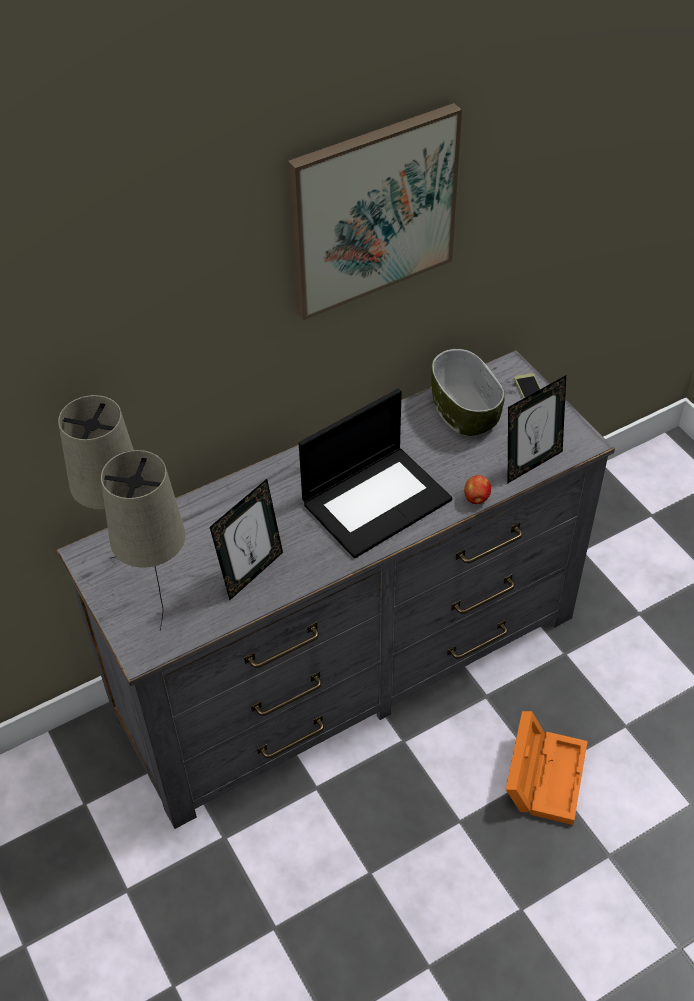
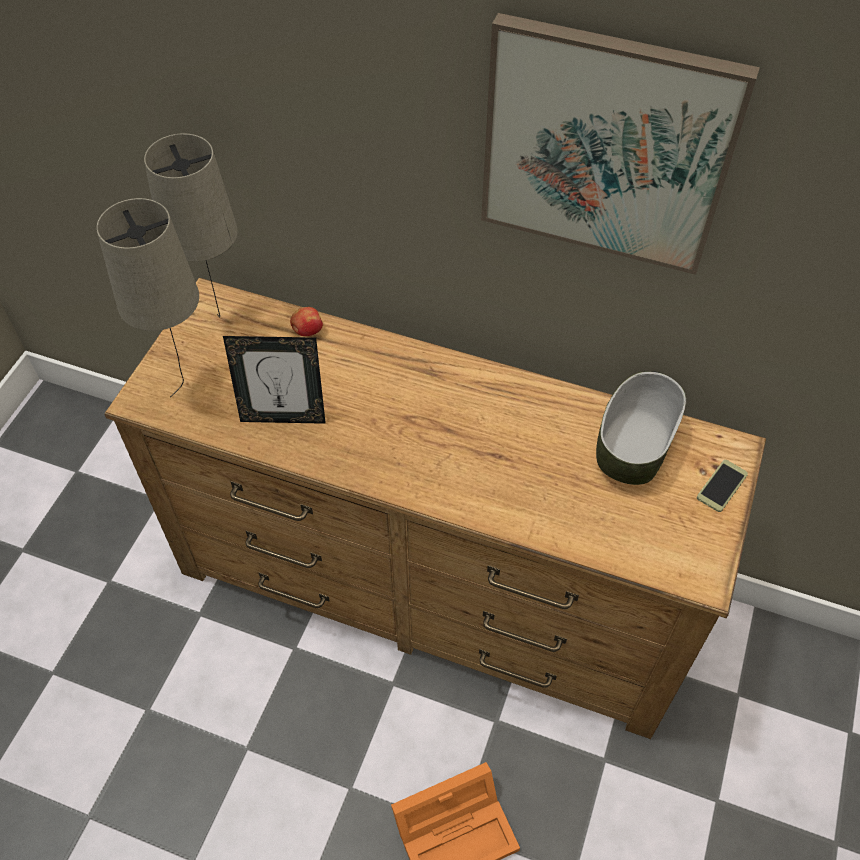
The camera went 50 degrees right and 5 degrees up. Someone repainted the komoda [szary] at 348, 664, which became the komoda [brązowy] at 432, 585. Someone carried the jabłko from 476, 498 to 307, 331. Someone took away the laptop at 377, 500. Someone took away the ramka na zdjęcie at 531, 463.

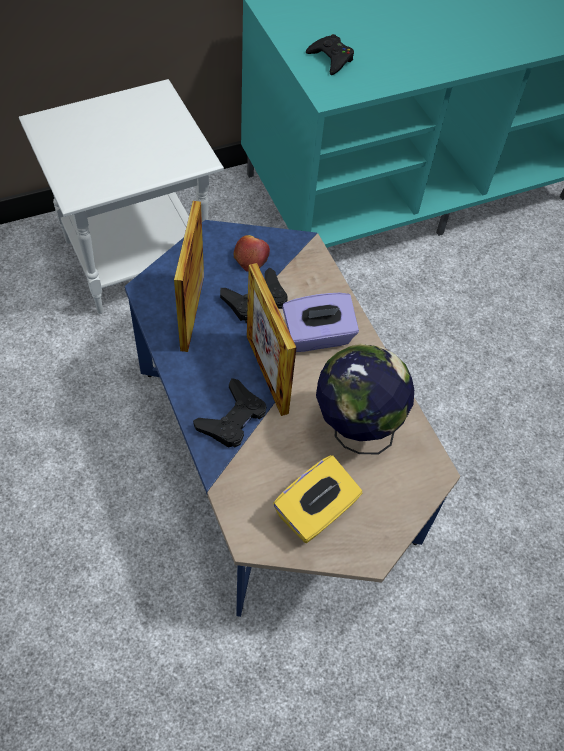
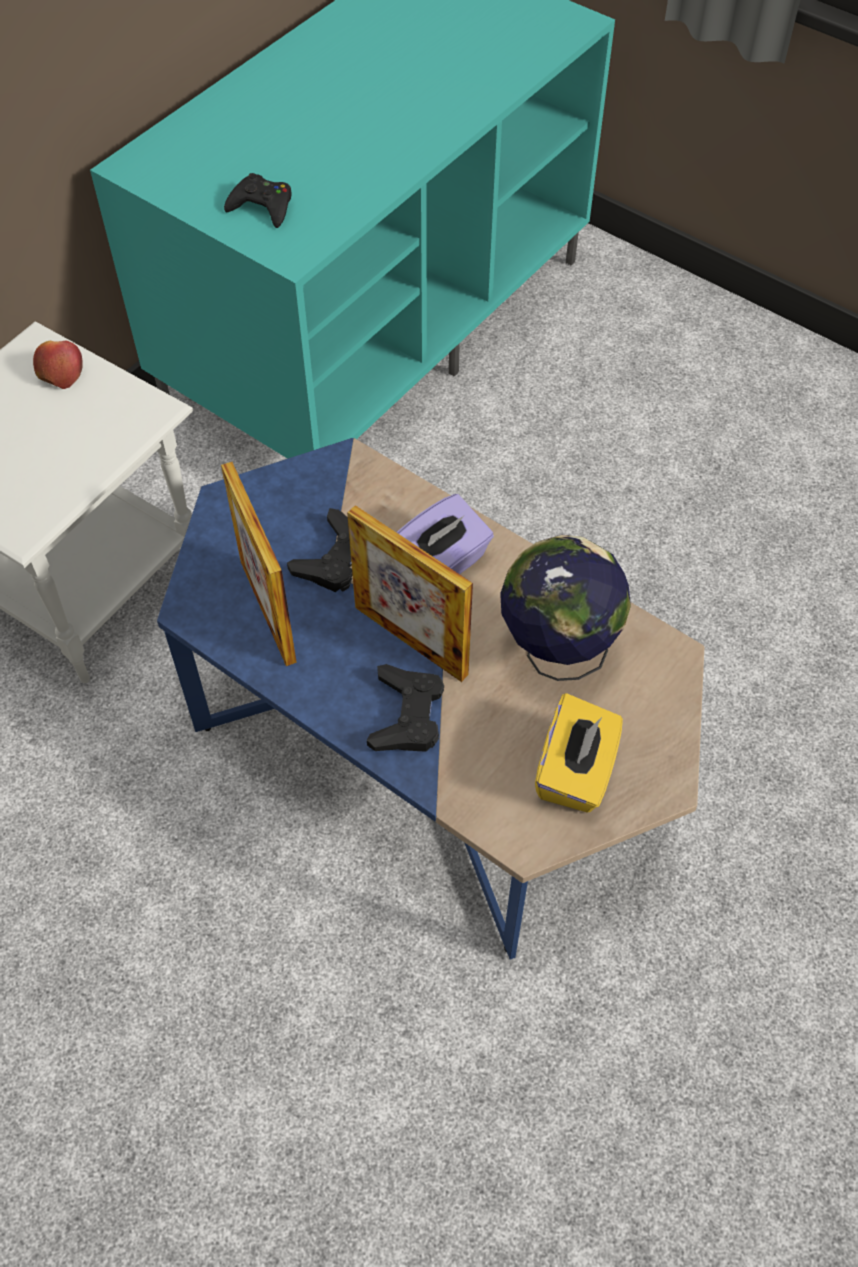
The camera went 25 degrees left and 0 degrees up. Someone carried the jabłko from 251, 257 to 60, 371.

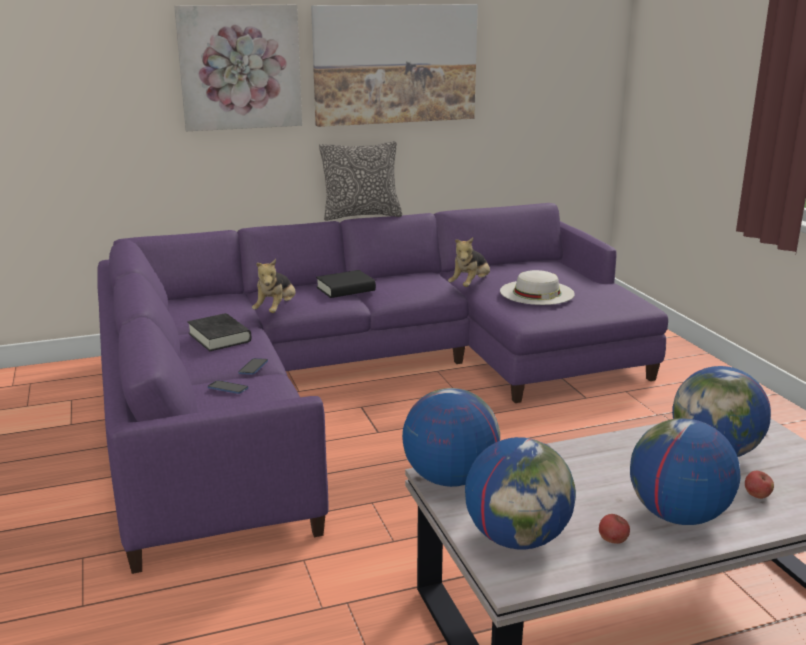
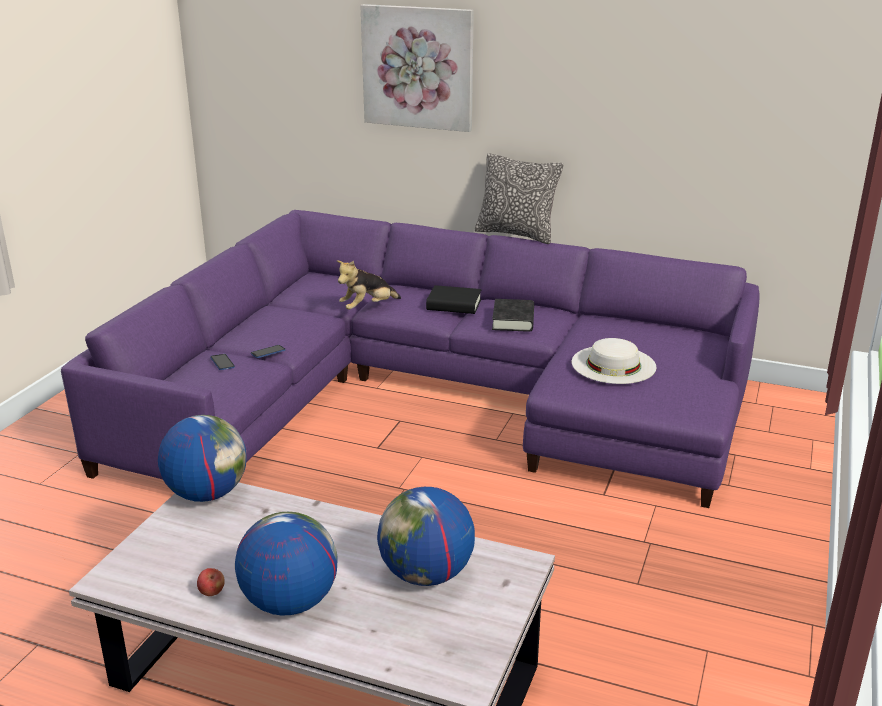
The camera went 40 degrees right and 5 degrees up. Someone carried the książka [czarny] from 219, 337 to 513, 320. Someone took away the obraz at 395, 64. Someone took away the pluszak at 470, 285. Someone took away the globus at 517, 538. Someone took away the jabłko at 757, 496.

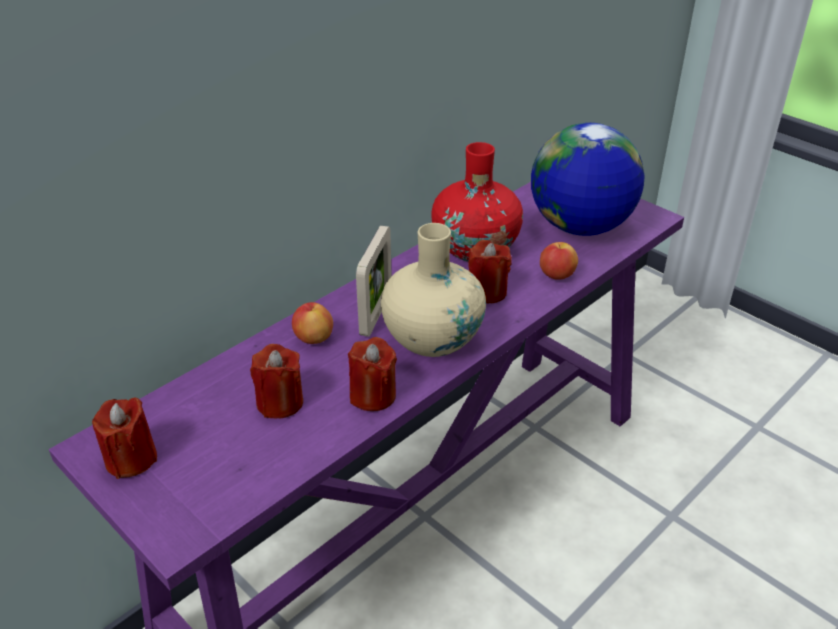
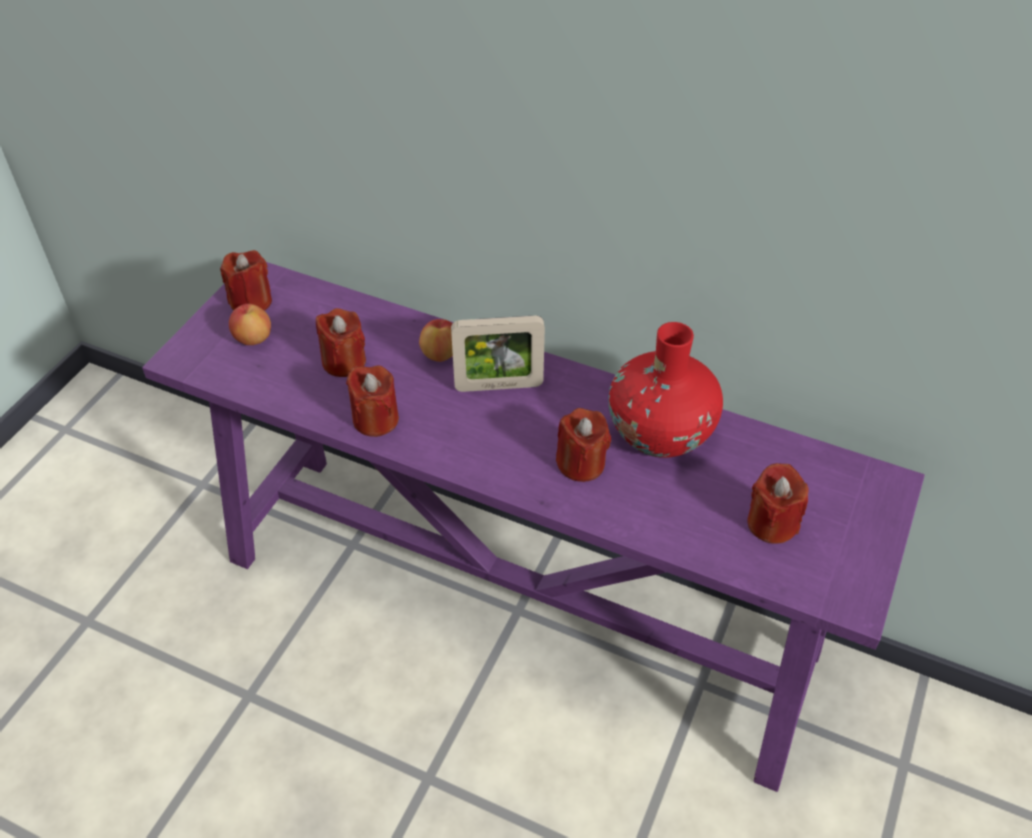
The camera went 70 degrees right and 10 degrees up. Someone carried the jabłko from 556, 275 to 253, 338. Someone swapped the globus at 580, 227 for the świeca [czerwony] at 771, 523. Someone took away the wazon [beżowy] at 432, 339.

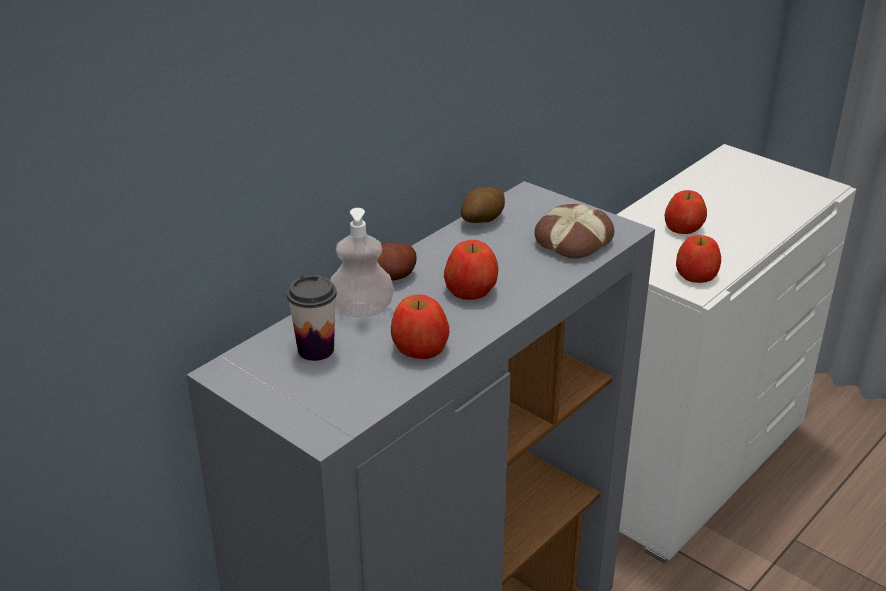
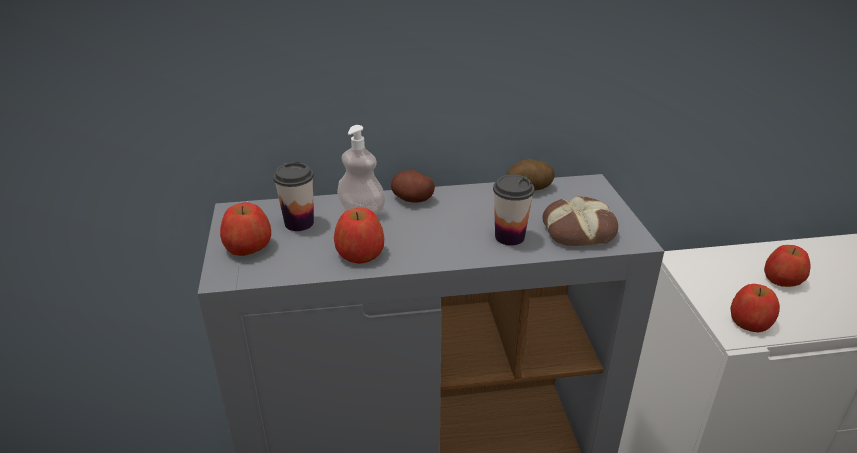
The camera went 40 degrees right and 0 degrees up. Someone carried the jabłko from 471, 290 to 248, 247. Someone put down the filiżanka at 509, 237.

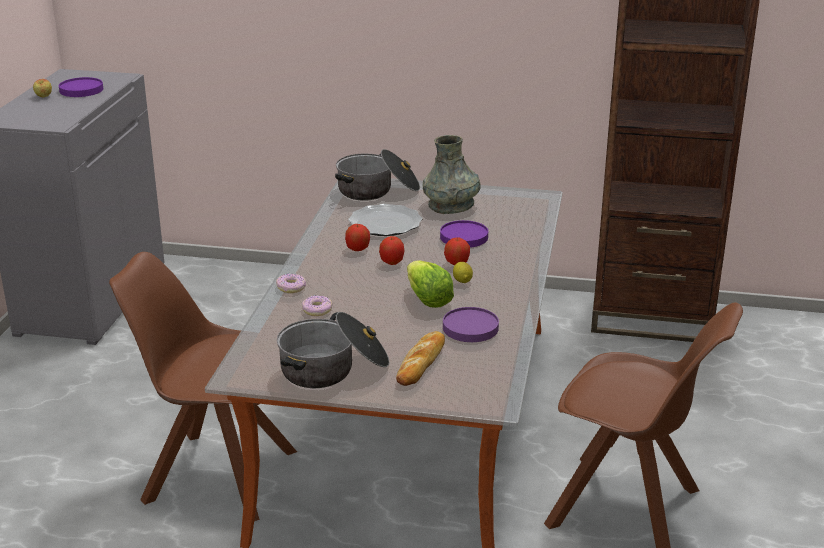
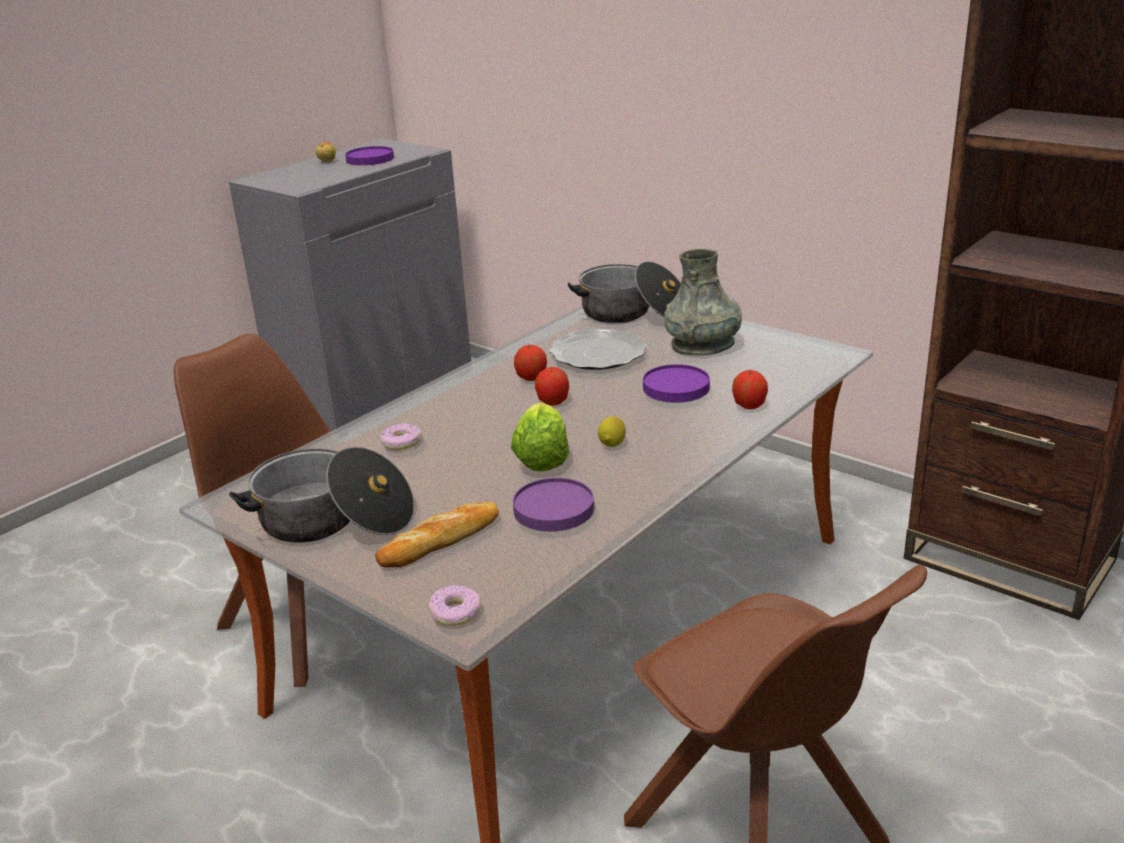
The camera went 30 degrees right and 0 degrees up. Someone carried the donut from 291, 287 to 455, 612. Someone carried the jabłko from 457, 263 to 749, 406.

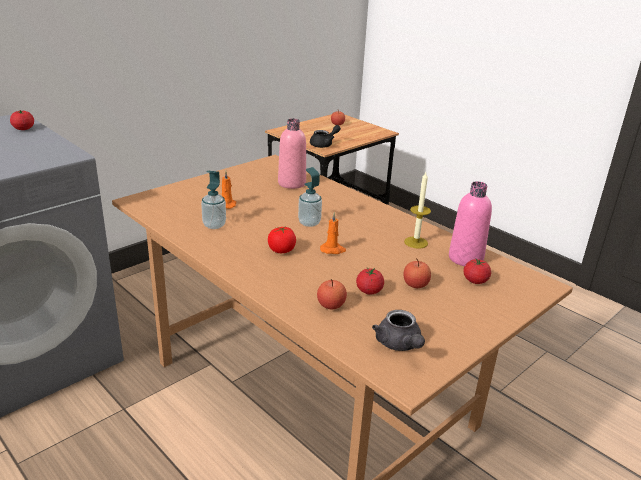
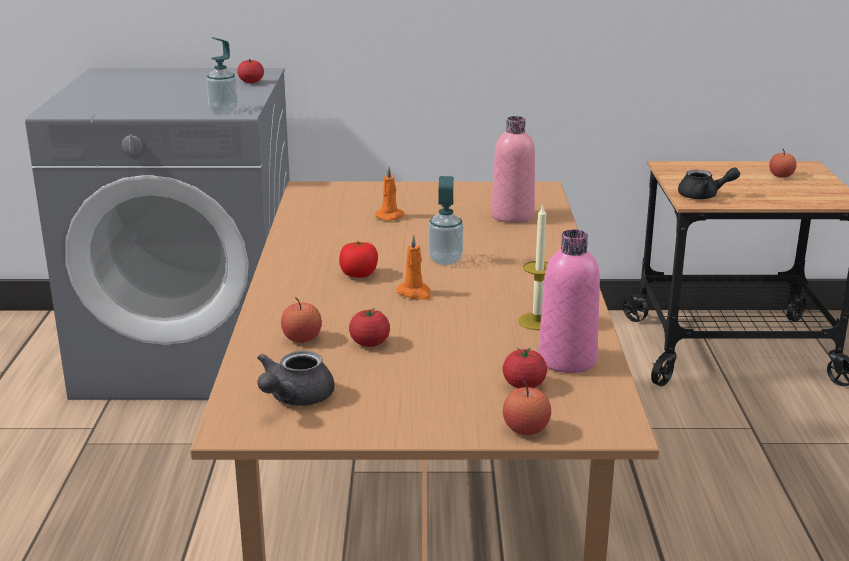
The camera went 45 degrees right and 5 degrees down. Someone carried the dozownik mydła from 214, 225 to 223, 110. Someone carried the jabłko from 415, 285 to 526, 429.

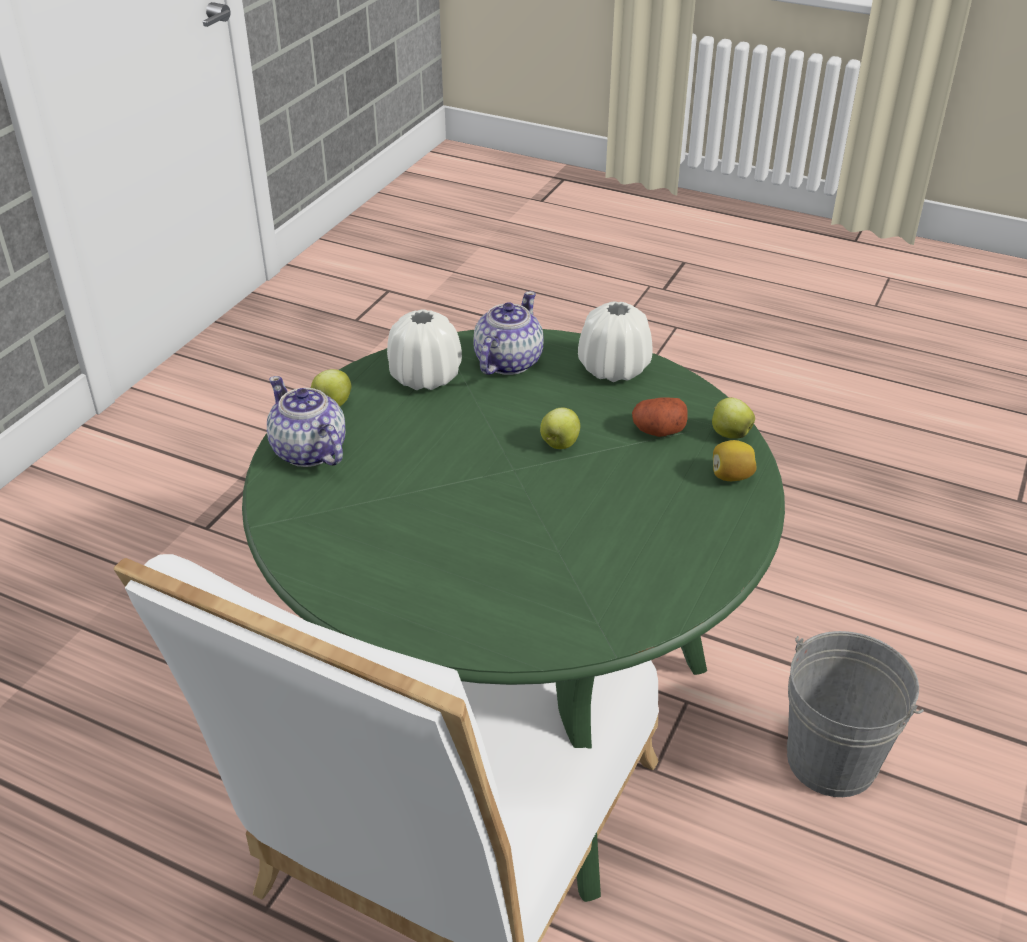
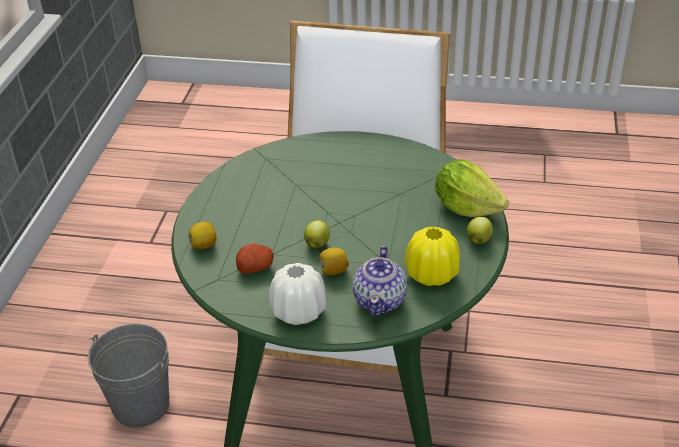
The camera went 165 degrees right and 0 degrees up. Someone put down the cytryna at 333, 271. Someone repainted the wazon [biały] at 425, 377, which became the wazon [żółty] at 431, 274. Someone swapped the imbryk at 309, 452 for the sałata at 467, 207. Someone took away the jabłko at 729, 434.

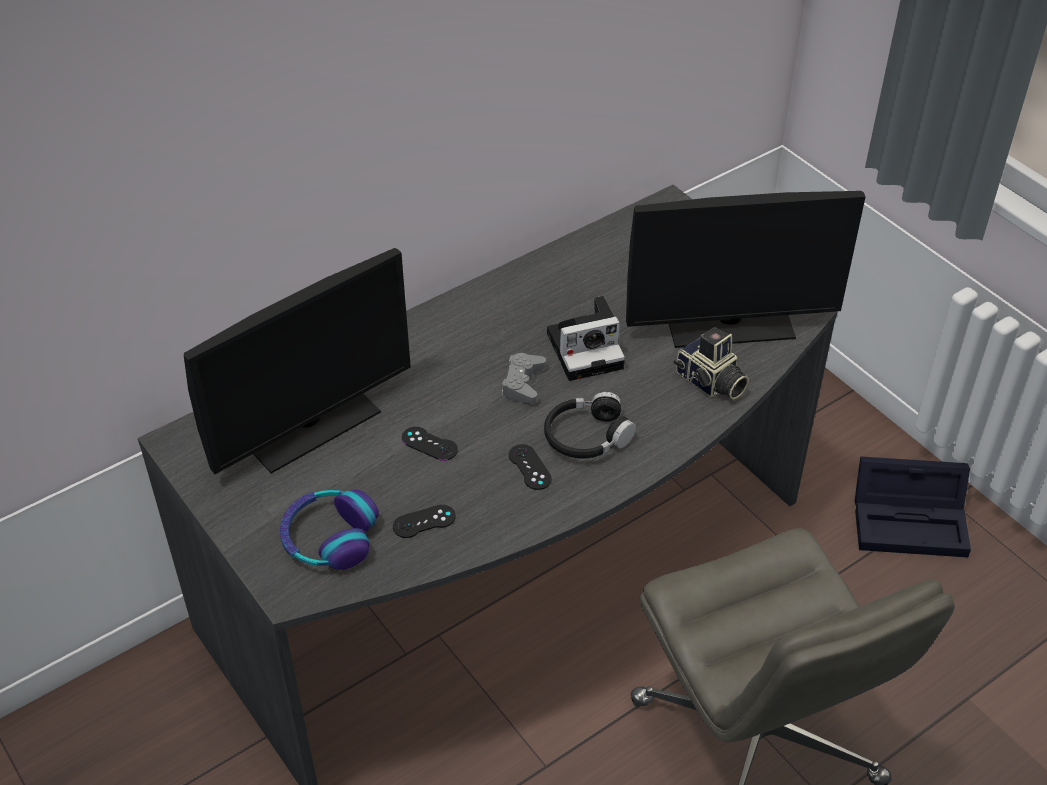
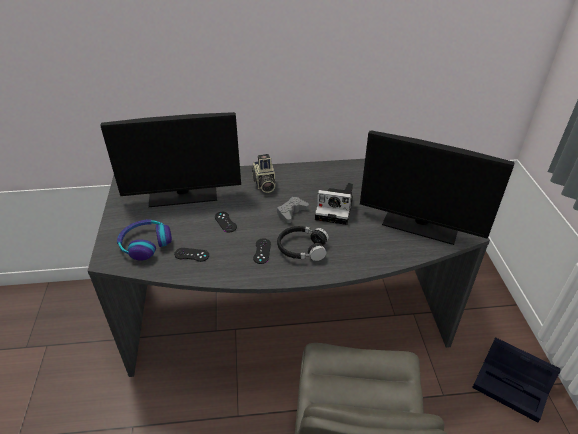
The camera went 30 degrees right and 5 degrees down. Someone carried the aparat fotograficzny from 710, 383 to 264, 183.

